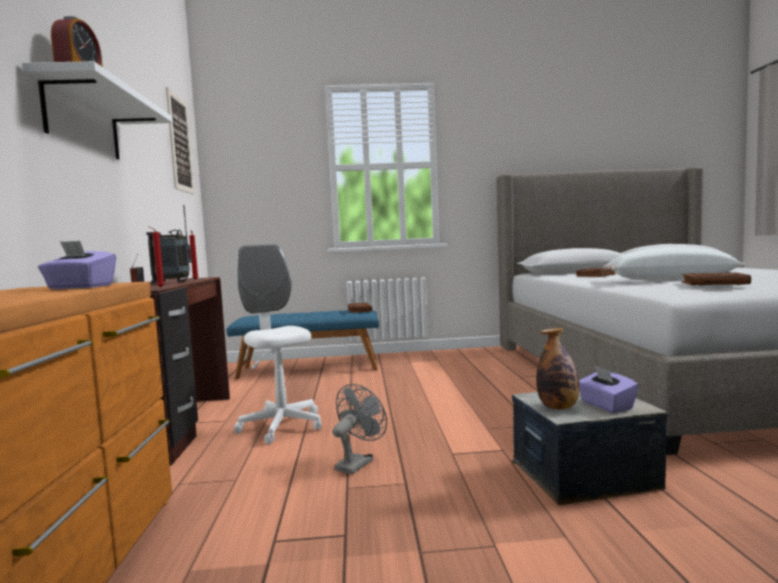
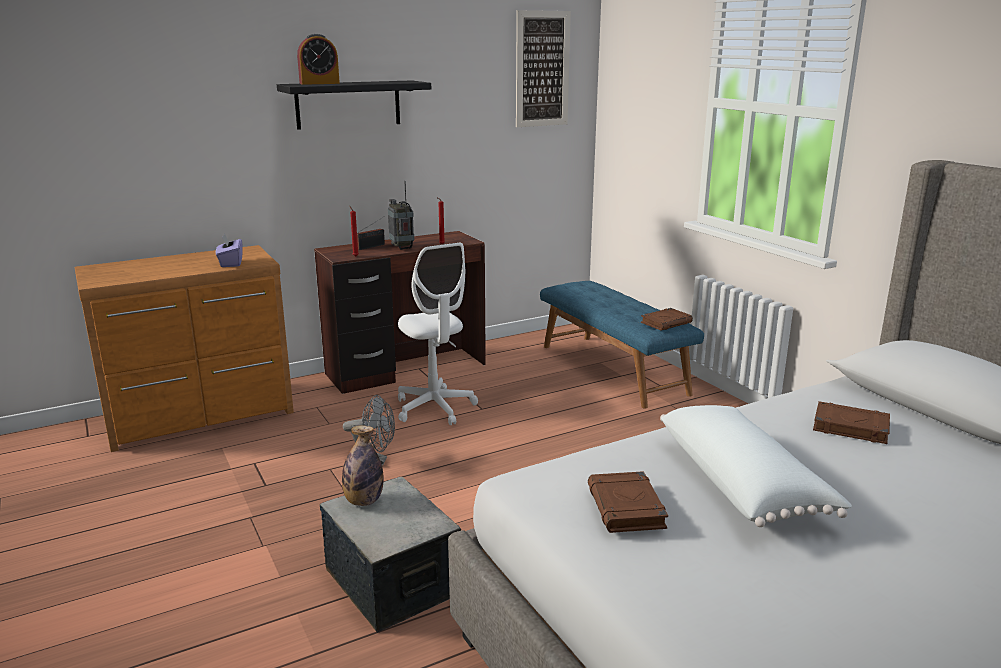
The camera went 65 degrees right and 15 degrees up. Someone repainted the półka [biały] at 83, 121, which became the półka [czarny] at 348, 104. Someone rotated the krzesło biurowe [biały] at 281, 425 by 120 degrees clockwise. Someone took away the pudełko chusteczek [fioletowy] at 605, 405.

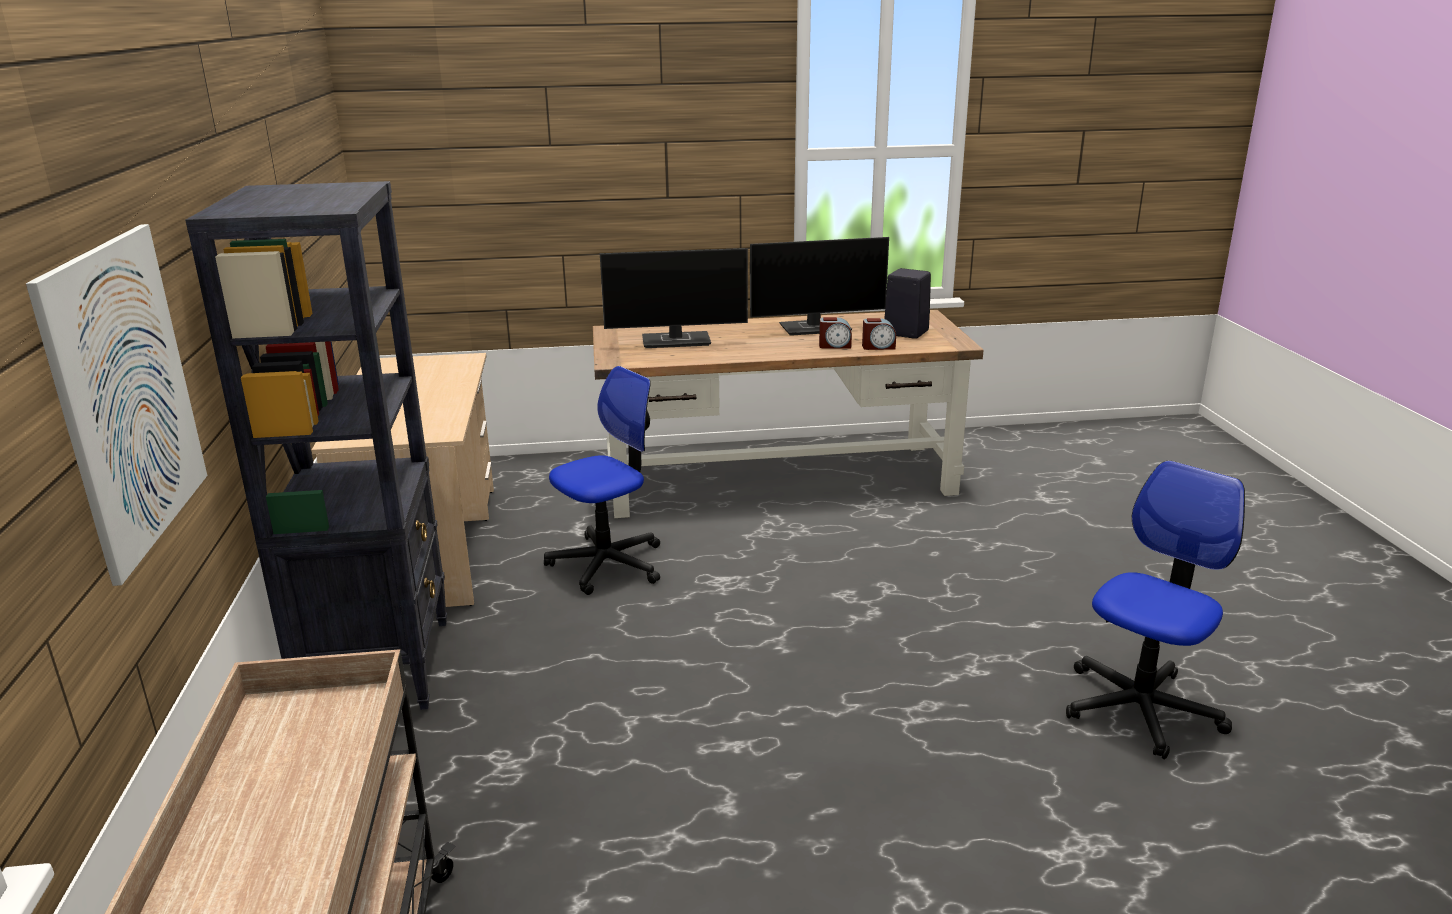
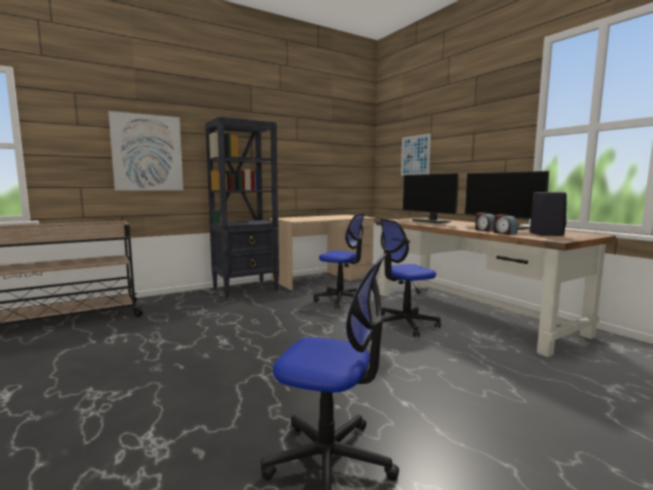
The camera went 65 degrees right and 15 degrees down. Someone put down the krzesło biurowe at 404, 324. Someone put up the obraz at 415, 155.

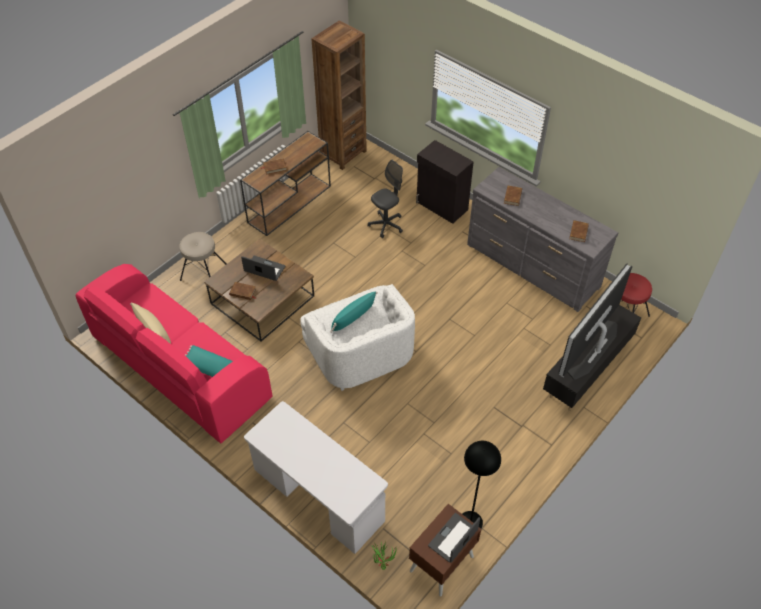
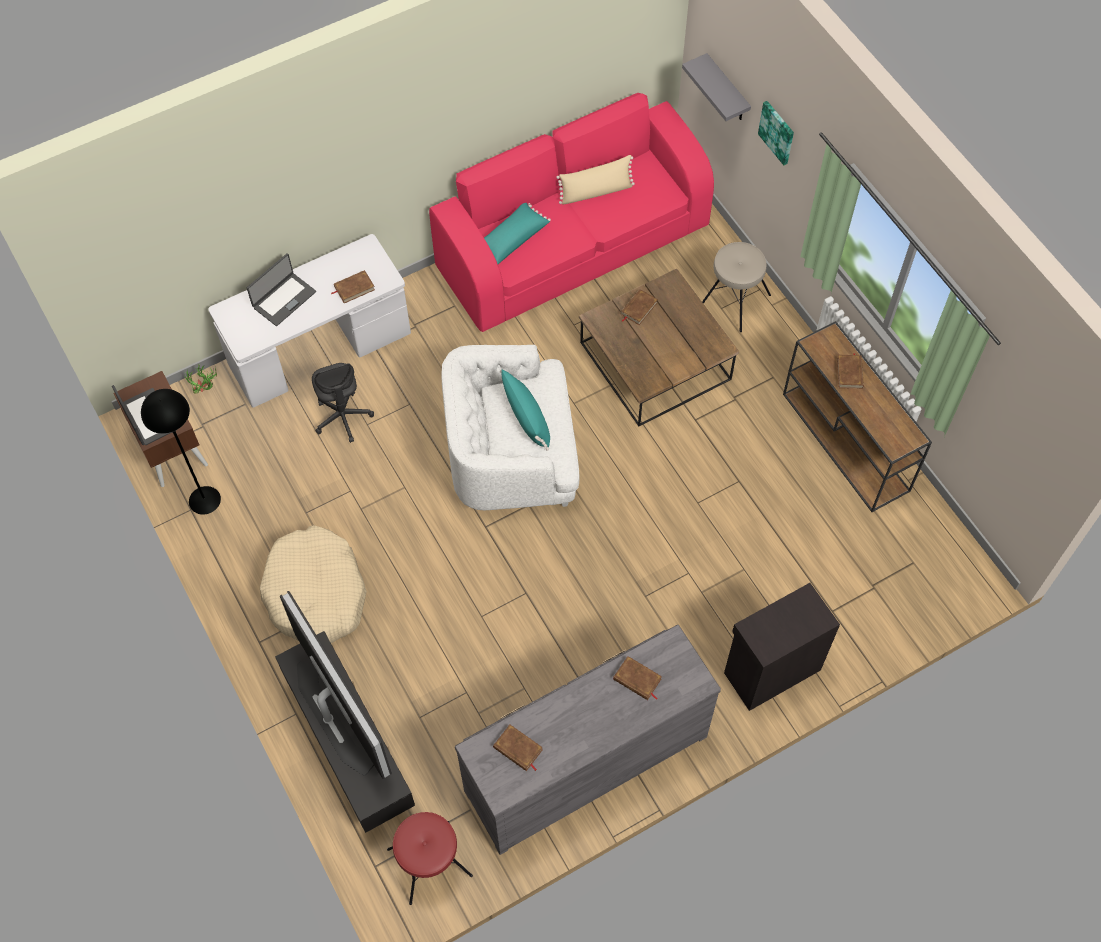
The camera went 110 degrees right and 10 degrees up. Someone carried the laptop from 264, 269 to 283, 299. Someone put down the legowisko [beżowy] at 316, 593. Someone carried the krzesło biurowe [szary] from 386, 225 to 343, 417. Someone put down the książka [brązowy] at 354, 288. Someone put up the półka [szary] at 727, 90. Someone put up the obraz at 777, 132. Someone took away the regał [brązowy] at 343, 153.

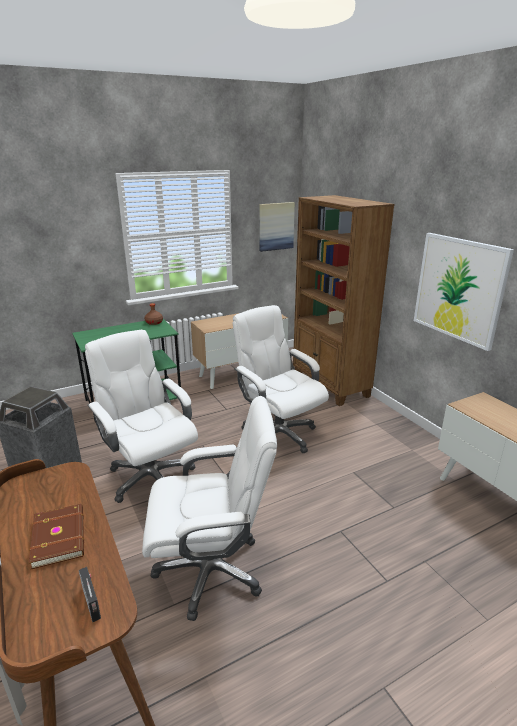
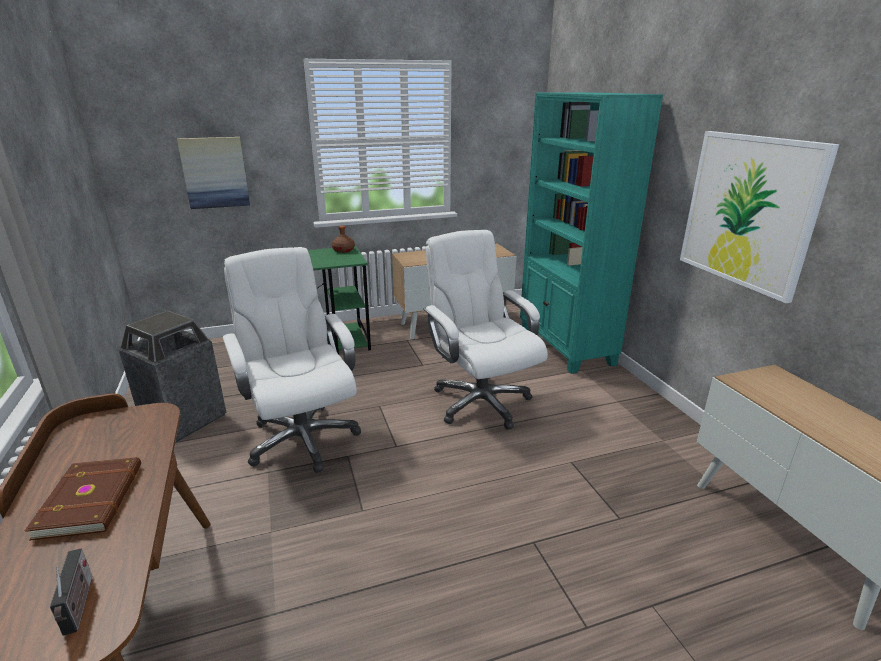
The camera went 10 degrees right and 0 degrees up. Someone carried the obraz from 276, 226 to 215, 172. Someone repainted the regał [brązowy] at 330, 385, which became the regał [turkusowy] at 565, 347. Someone took away the krzesło biurowe [biały] at 211, 570.

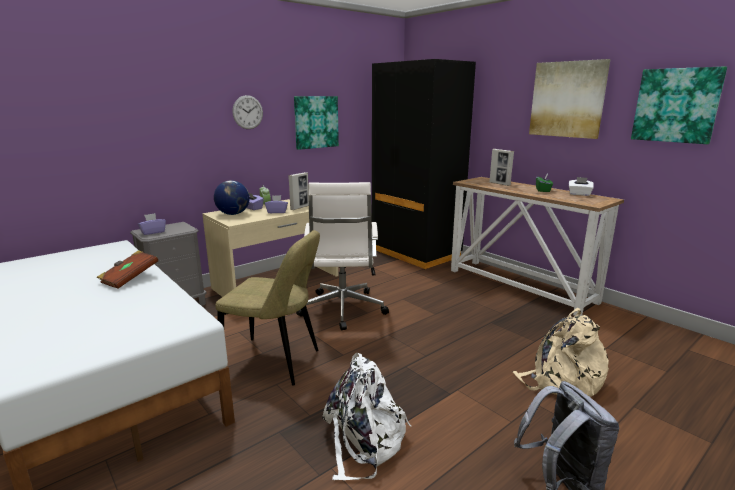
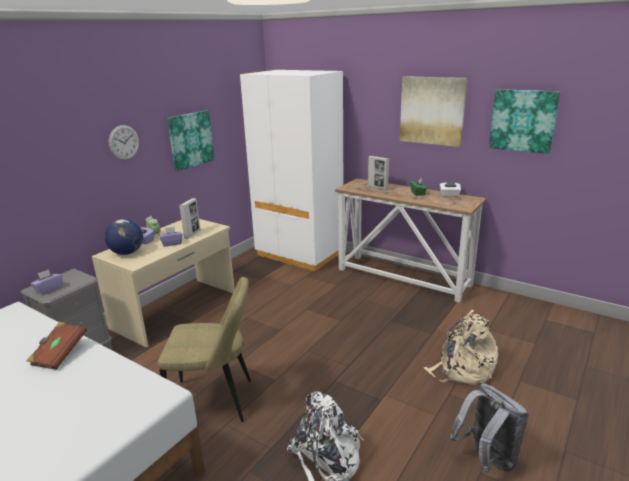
The camera went 15 degrees left and 5 degrees up. Someone repainted the szafa [czarny] at 415, 253, which became the szafa [biały] at 299, 254. Someone took away the krzesło biurowe [biały] at 342, 310.

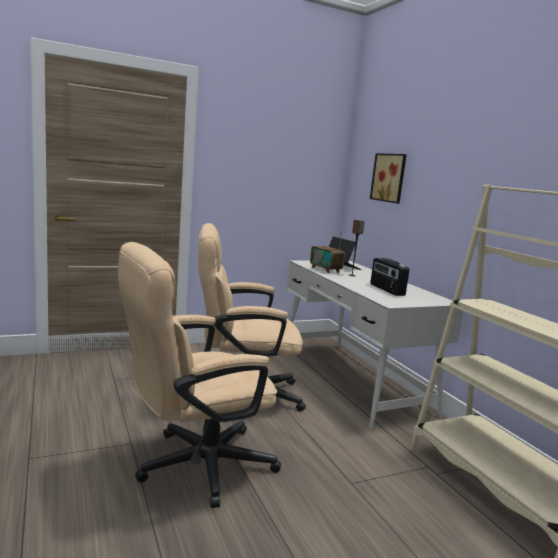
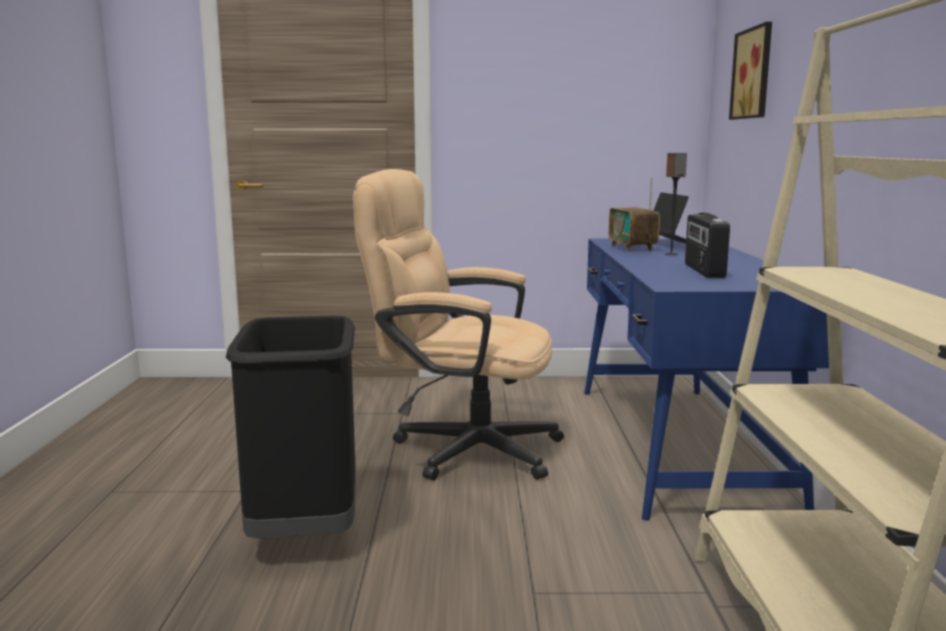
The camera went 25 degrees right and 0 degrees up. Someone swapped the krzesło biurowe [beżowy] at 194, 466 for the kosz na śmieci [czarny] at 304, 530. Someone repainted the biurko [biały] at 351, 379, which became the biurko [niebieski] at 675, 444.

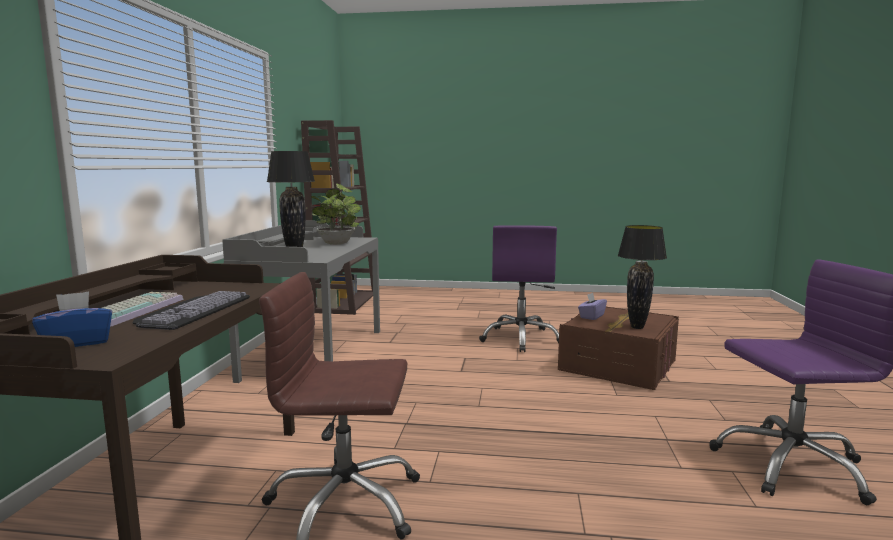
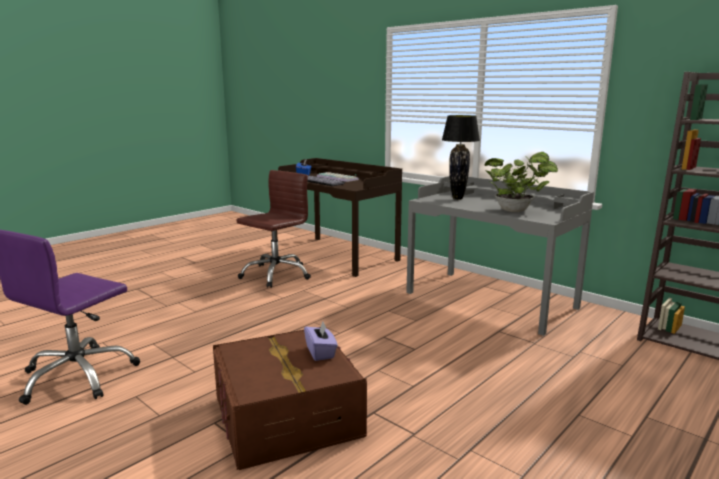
The camera went 125 degrees right and 5 degrees up. Someone took away the krzesło biurowe [fioletowy] at 521, 338. Someone took away the lampa stołowa [czarny] at 637, 327.

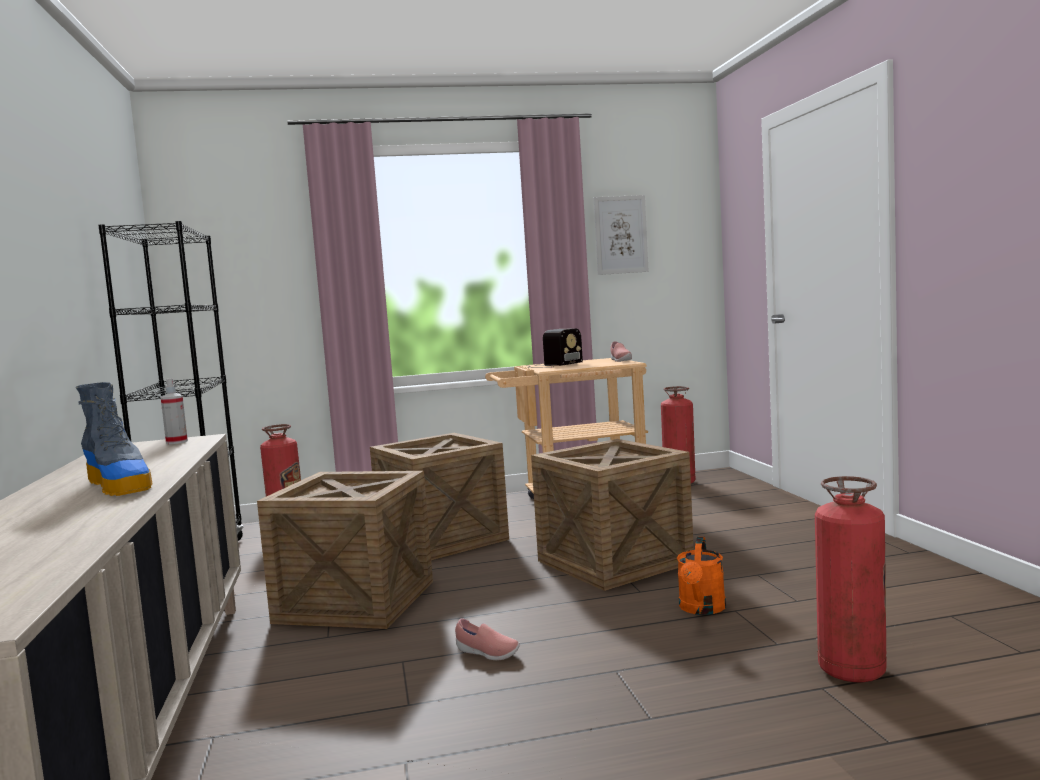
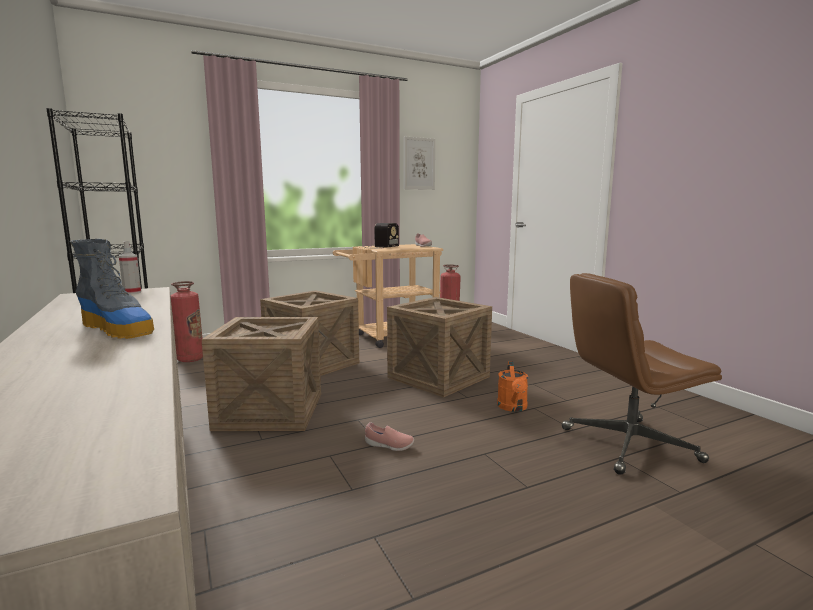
The camera went 15 degrees left and 5 degrees up. Someone swapped the gaśnica at 851, 671 for the krzesło biurowe [brązowy] at 628, 445.

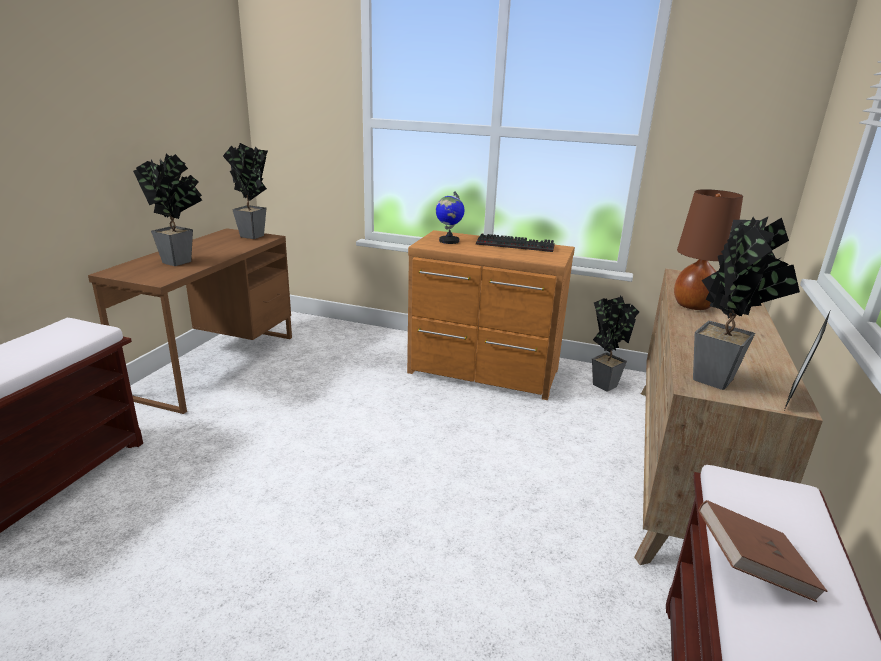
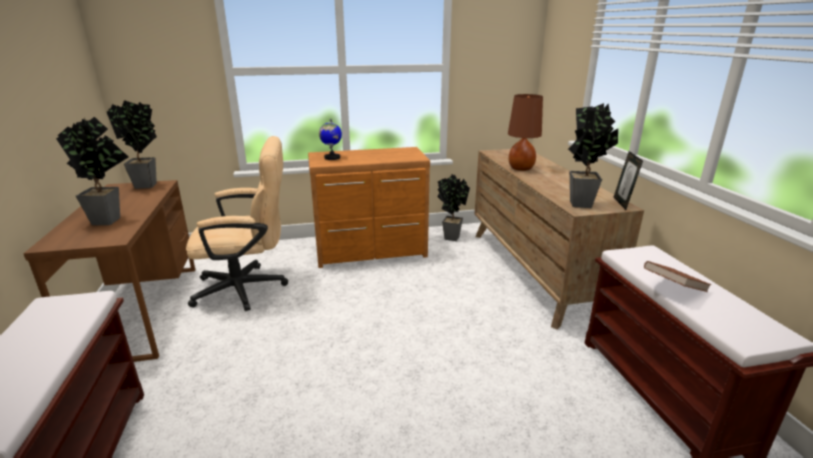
The camera went 30 degrees left and 0 degrees up. Someone put down the krzesło biurowe [beżowy] at 249, 288. Someone took away the klawiatura at 516, 245.

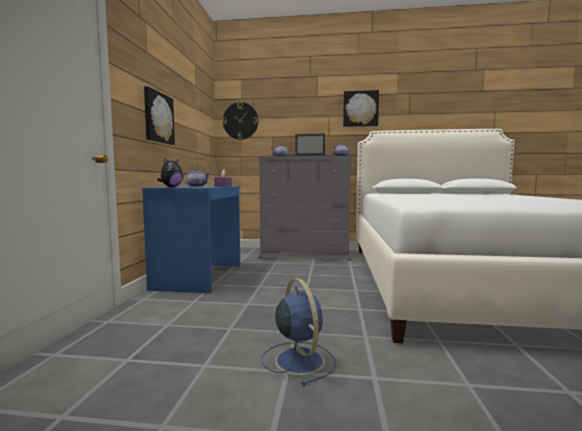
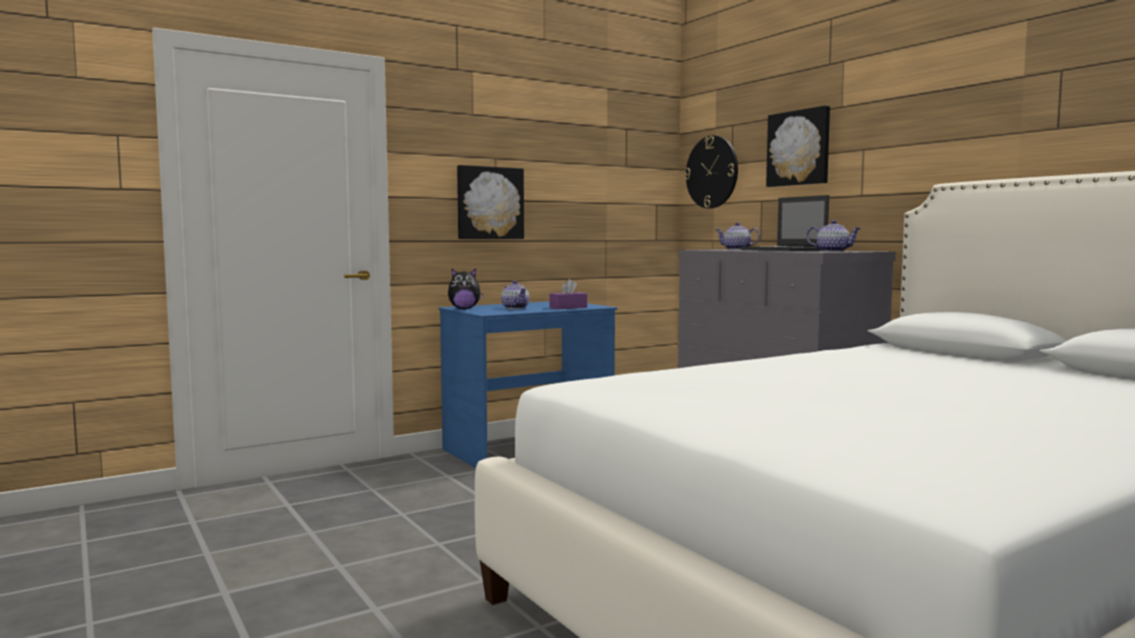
The camera went 50 degrees right and 0 degrees up. Someone carried the obraz from 360, 109 to 799, 148. Someone took away the wentylator [niebieski] at 298, 359.

